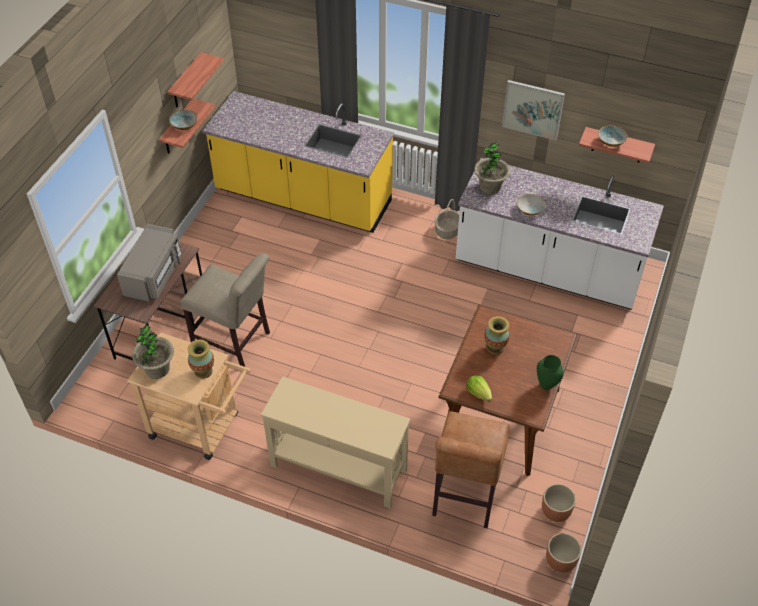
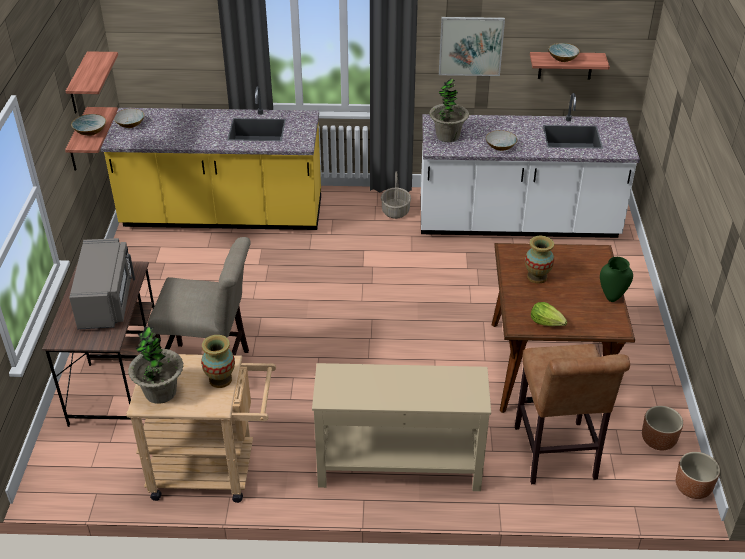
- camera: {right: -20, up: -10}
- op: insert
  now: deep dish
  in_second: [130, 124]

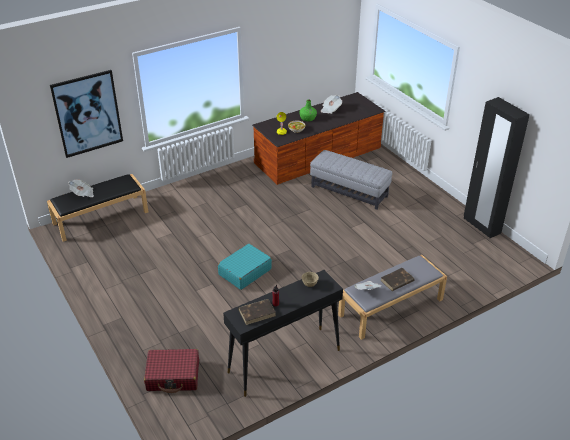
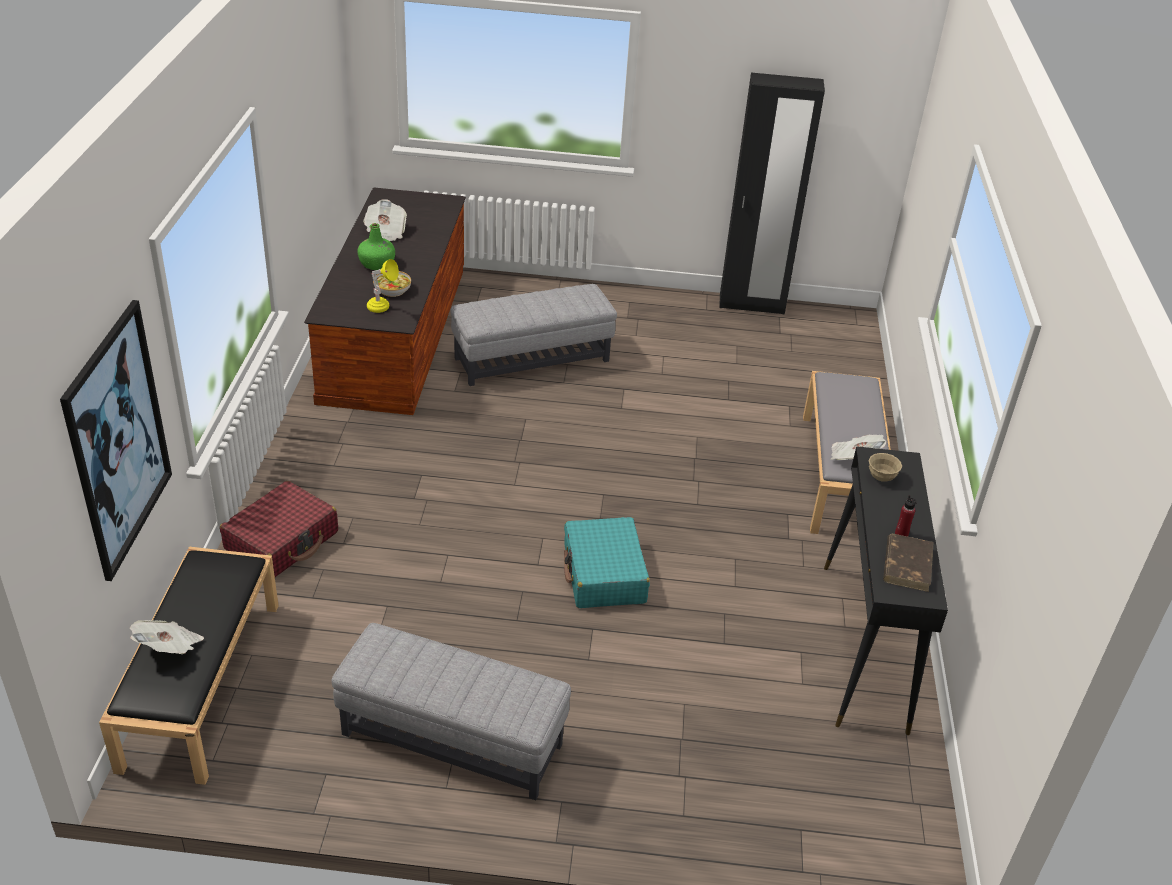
- camera: {right: -55, up: 0}
- op: move
  was: red suitcase
  in_first: [173, 376]
  in_second: [282, 541]
- op: delete
  was: brown-coloured book
  in_first: [397, 281]
- op: insert
  now: grey footrest
  in_second: [452, 739]

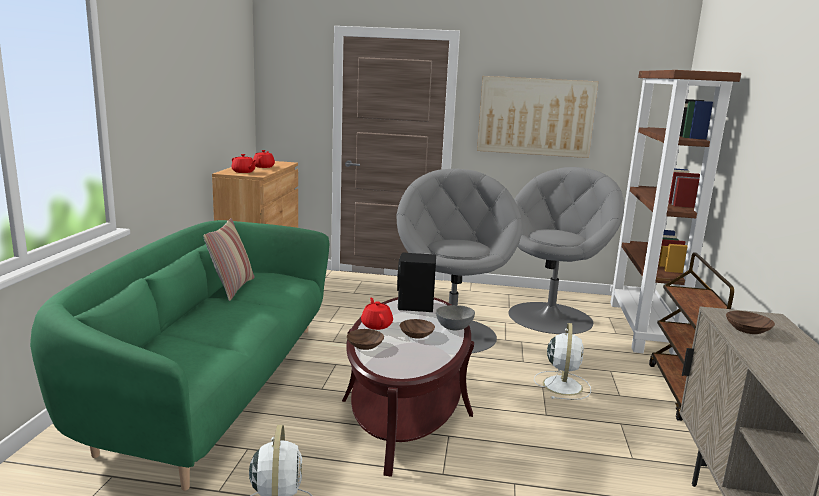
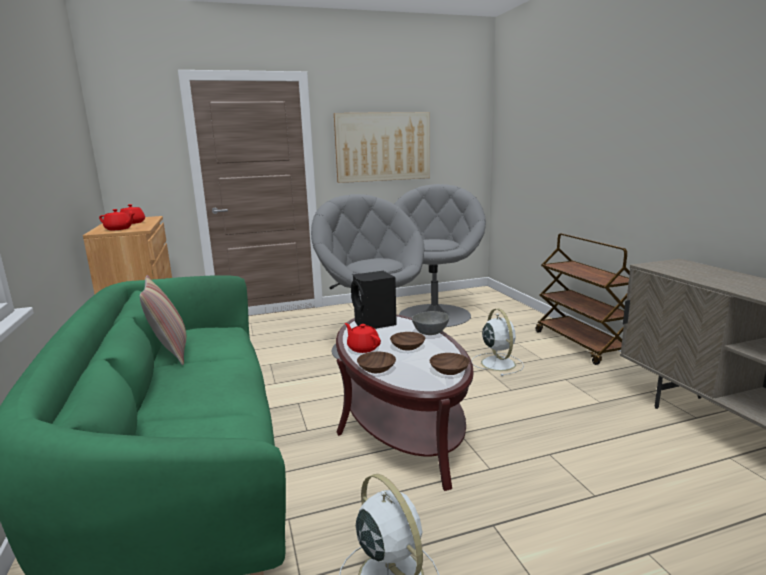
- camera: {right: -25, up: 0}
- op: delete
  was: brown-coloured bookshelf
  in_first: [644, 328]
- op: move
  was: brown-coloured deep dish
  in_first: [748, 329]
  in_second: [450, 370]

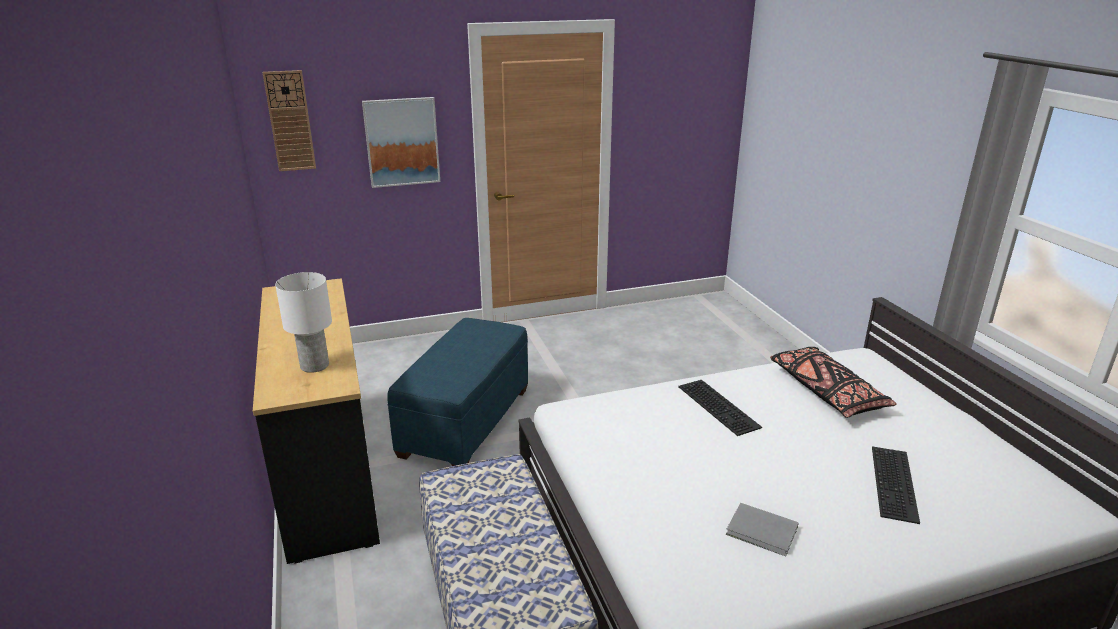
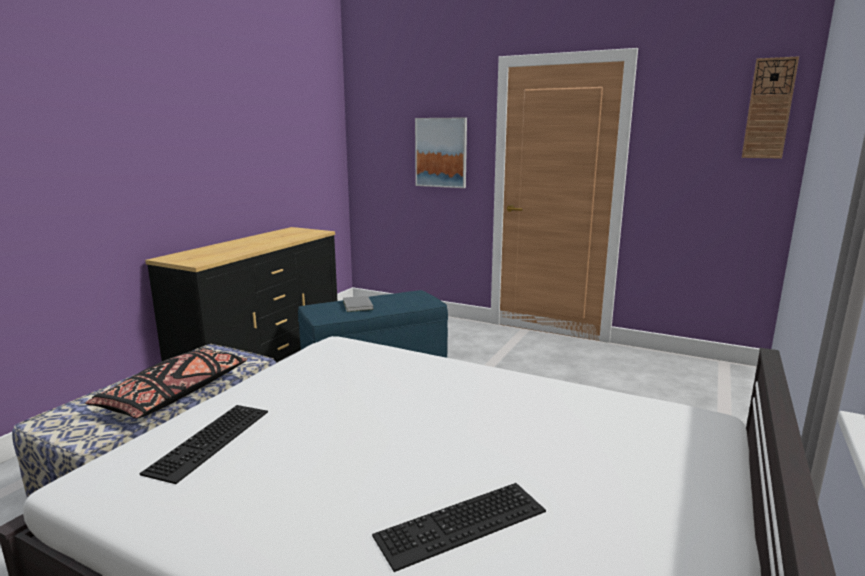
- camera: {right: 45, up: -10}
- op: move
  was: hanging clock
  in_first: [290, 121]
  in_second: [769, 109]
- op: delete
  was: white-coloured tabletop lamp
  in_first: [315, 365]
- op: move
  was: keyboard
  in_first: [720, 406]
  in_second: [211, 441]
- op: move
  was: grey book
  in_first: [763, 532]
  in_second: [357, 306]
- op: move
  was: blackish pillow
  in_first: [826, 392]
  in_second: [176, 395]

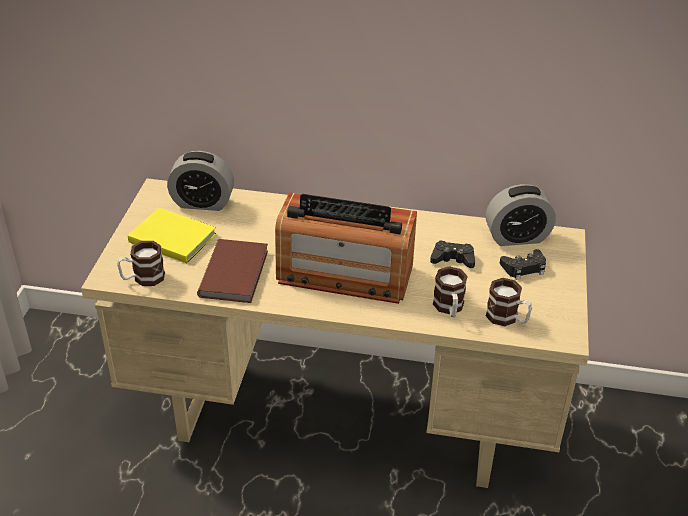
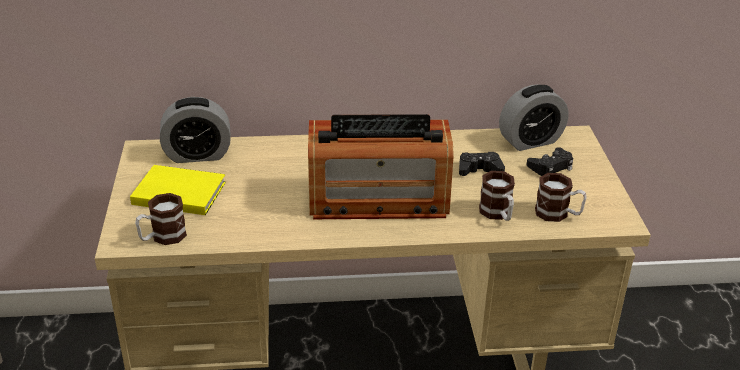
- camera: {right: -15, up: -5}
- op: delete
  was: brown-coloured book
  in_first: [236, 273]

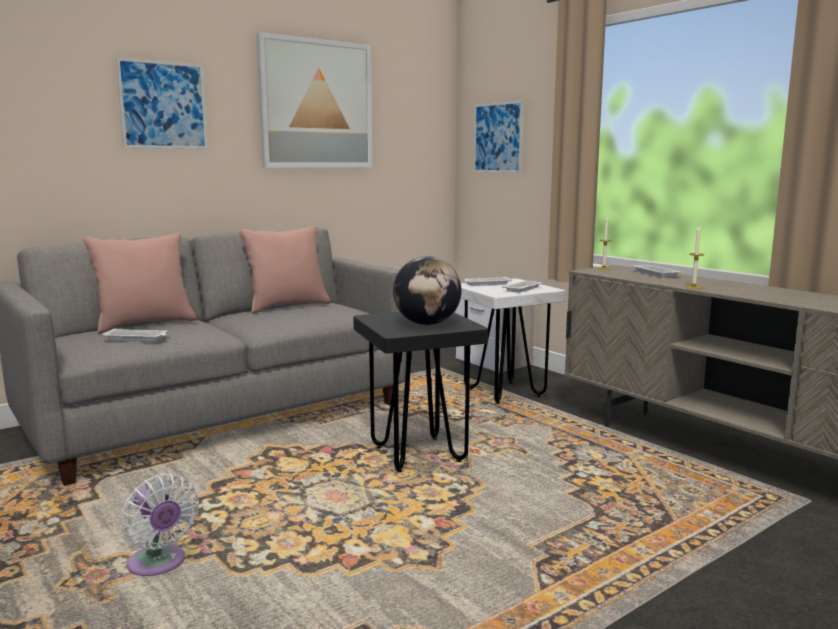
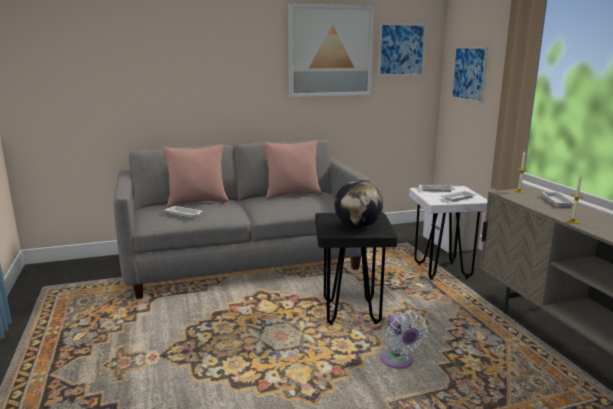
- camera: {right: 20, up: 5}
- op: move
  was: wall art
  in_first: [163, 105]
  in_second: [401, 49]
- op: move
  was: white-coloured fan
  in_first: [159, 565]
  in_second: [398, 362]

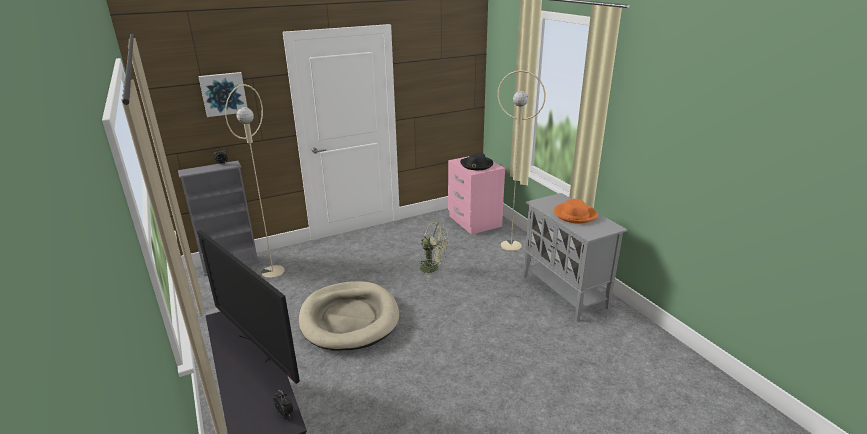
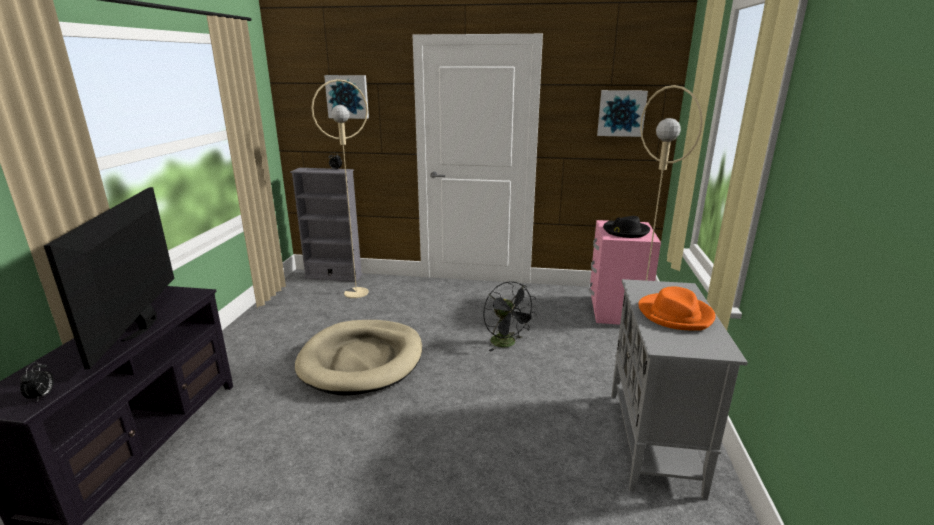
- camera: {right: 35, up: -5}
- op: recolor
  was: greenish fan
  now: blackish fan
  in_first: [433, 268]
  in_second: [507, 344]
- op: insert
  now: wall art
  in_second: [621, 113]

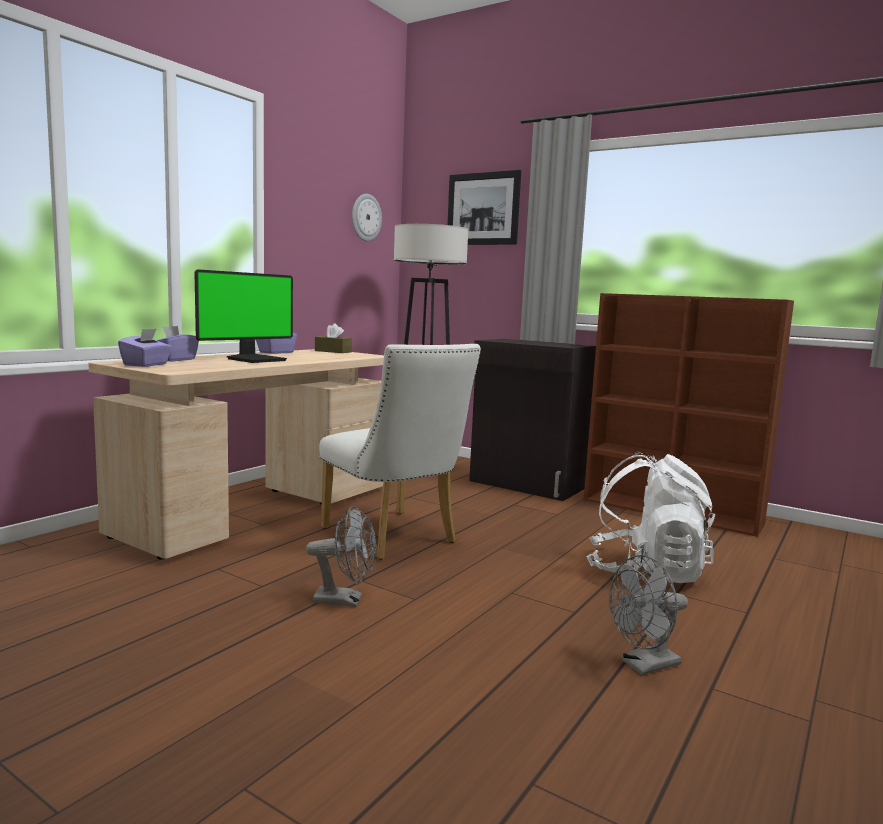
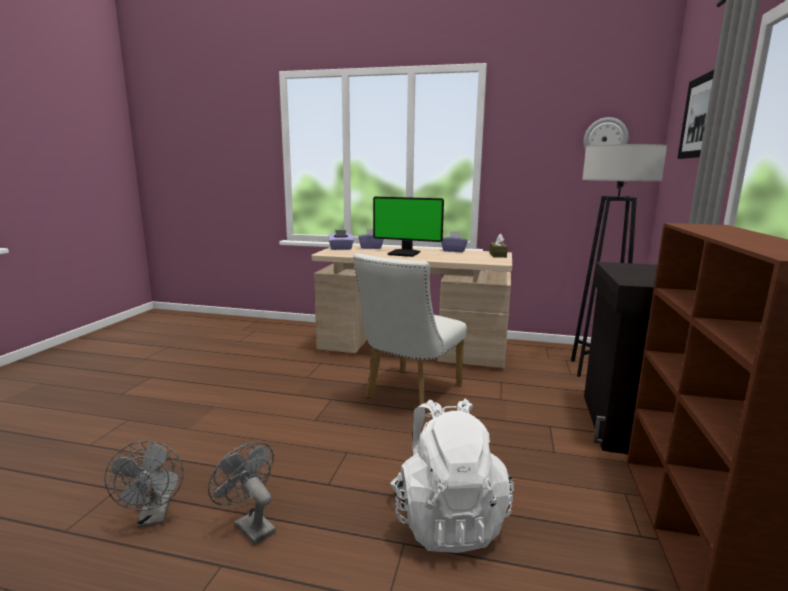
- camera: {right: 70, up: 5}
- op: move
  was: grey fan
  in_first: [345, 600]
  in_second: [154, 517]

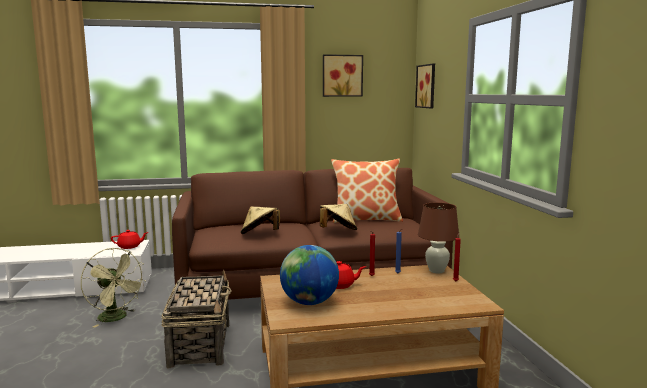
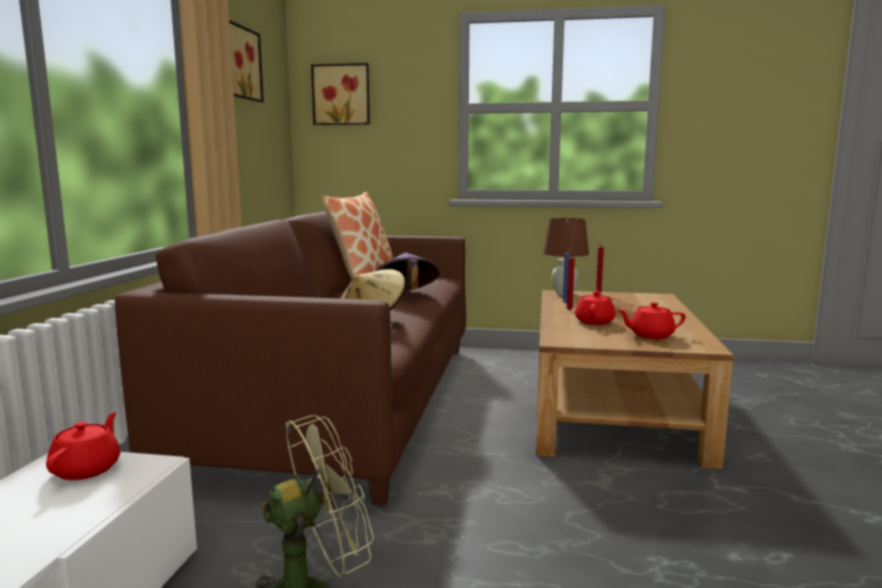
- camera: {right: -70, up: 0}
- op: delete
  was: household basket
  in_first: [200, 344]
- op: replace
  was: globe
  now: red pot for tea
  in_first: [309, 302]
  in_second: [650, 335]
- op: recolor
  was: sand-coloured hat
  now: purplish hat
  in_first: [338, 231]
  in_second: [407, 294]

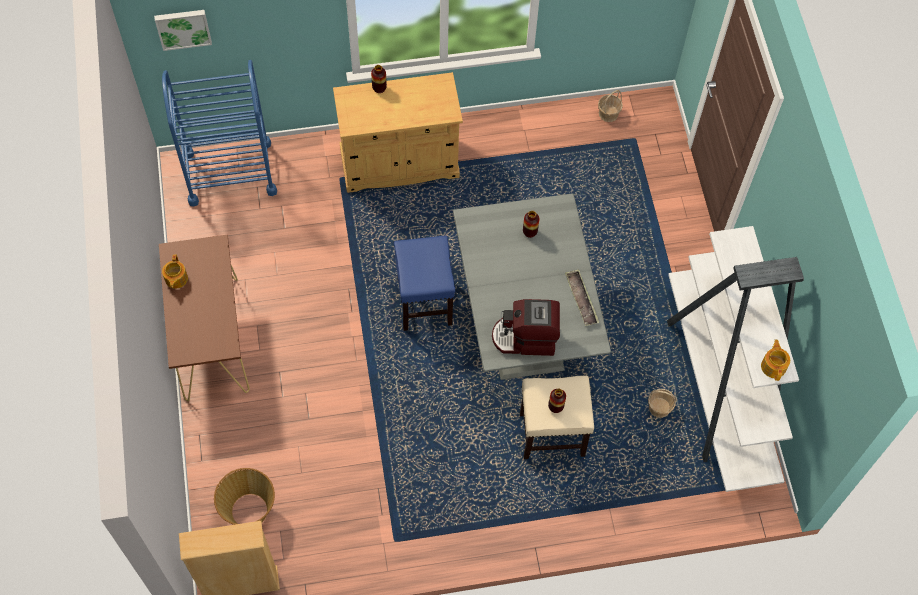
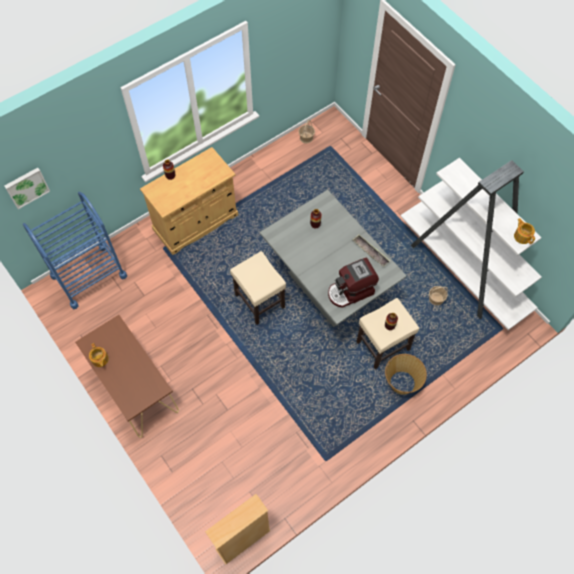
- camera: {right: -25, up: 0}
- op: move
  was: household basket
  in_first: [249, 510]
  in_second: [401, 383]
- op: recolor
  was: bluish sitting stool
  now: sand-coloured sitting stool
  in_first: [424, 301]
  in_second: [259, 300]

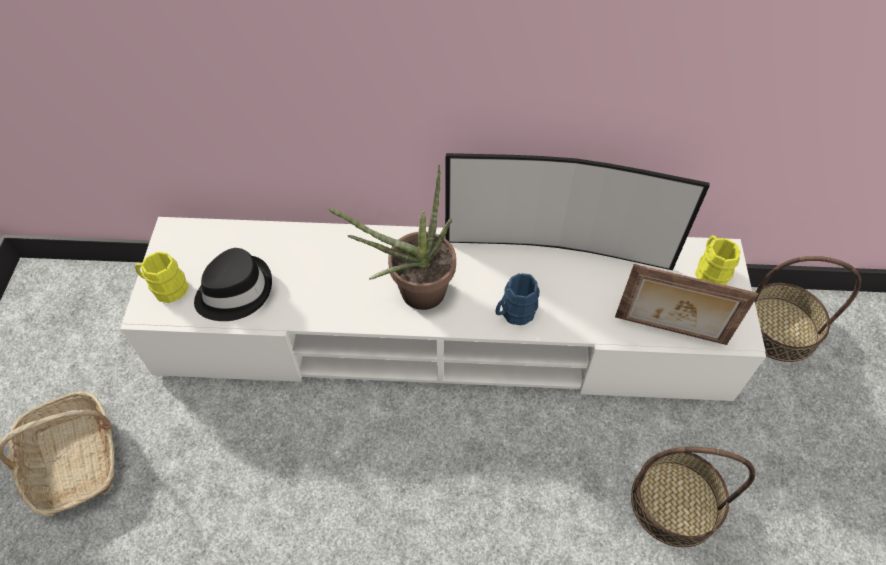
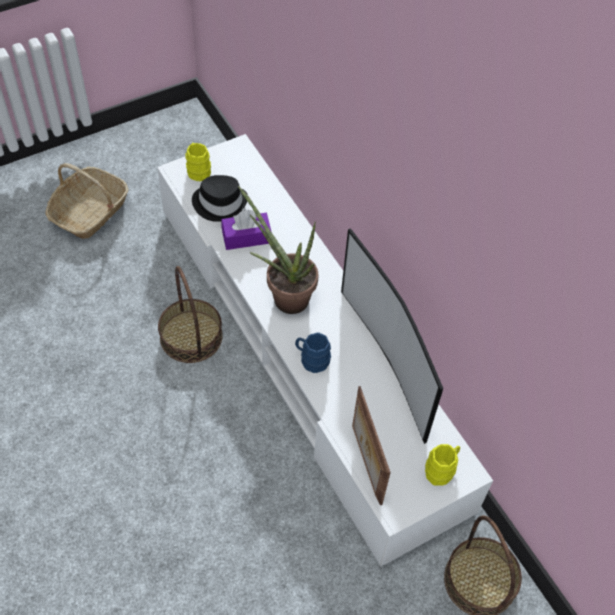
- camera: {right: 55, up: 0}
- op: move
  was: household basket
  in_first: [675, 502]
  in_second: [191, 336]
- op: insert
  now: purplish box of tissues
  in_second: [246, 237]

